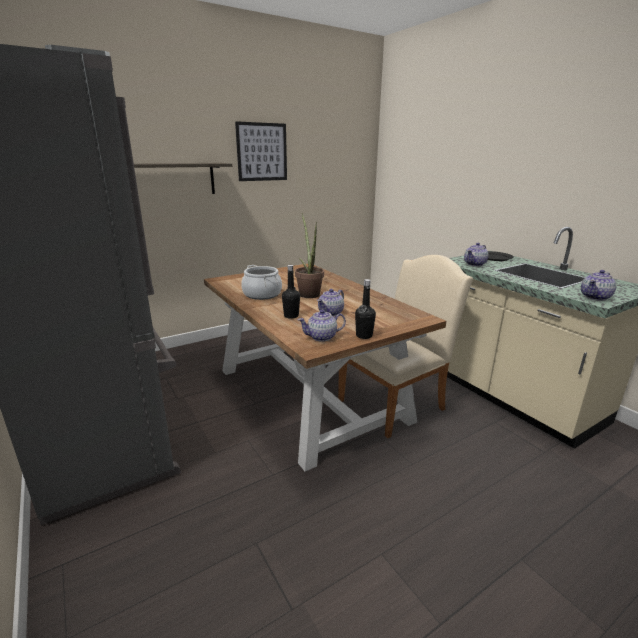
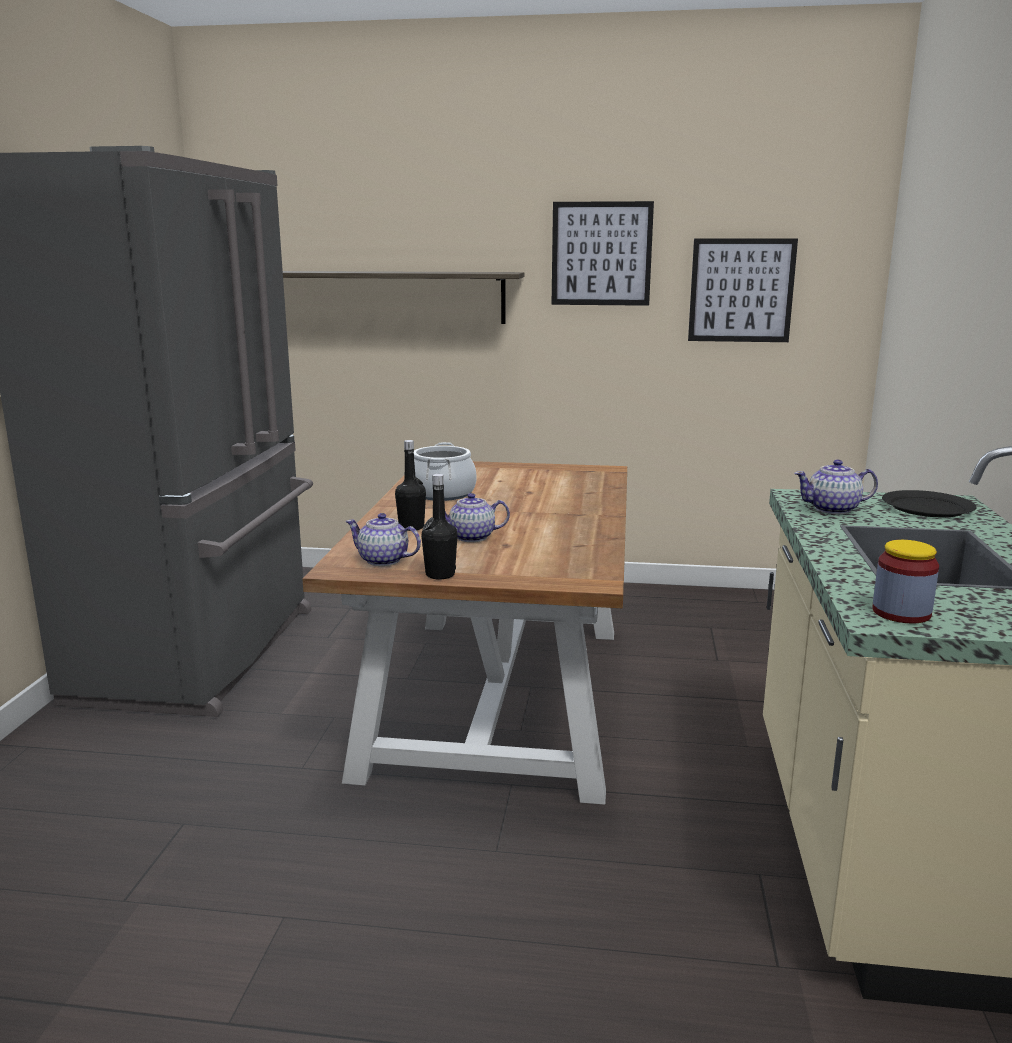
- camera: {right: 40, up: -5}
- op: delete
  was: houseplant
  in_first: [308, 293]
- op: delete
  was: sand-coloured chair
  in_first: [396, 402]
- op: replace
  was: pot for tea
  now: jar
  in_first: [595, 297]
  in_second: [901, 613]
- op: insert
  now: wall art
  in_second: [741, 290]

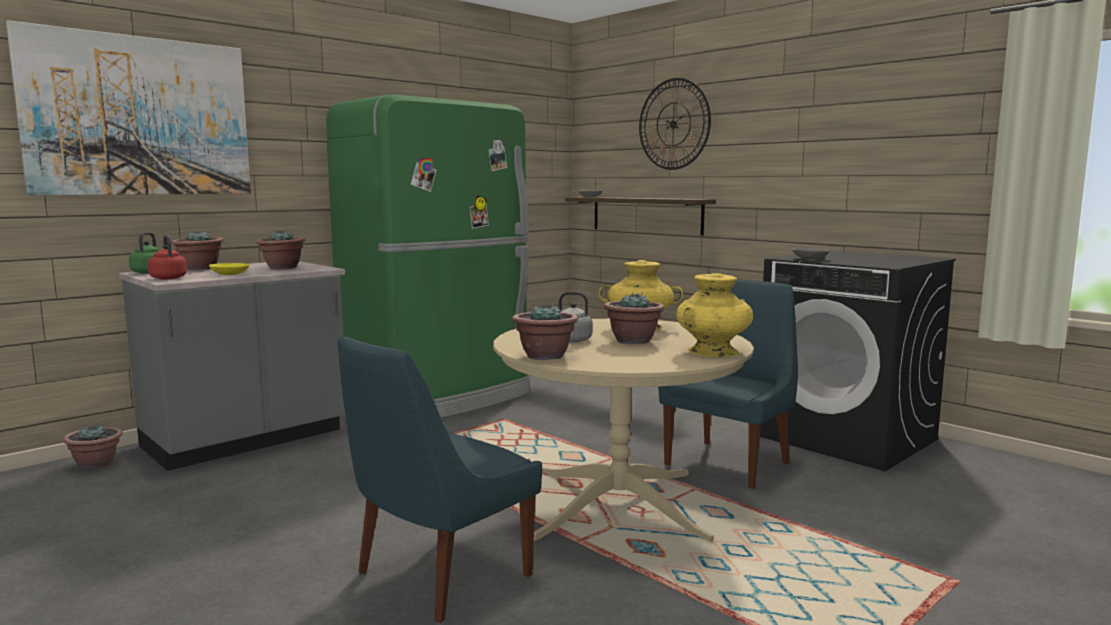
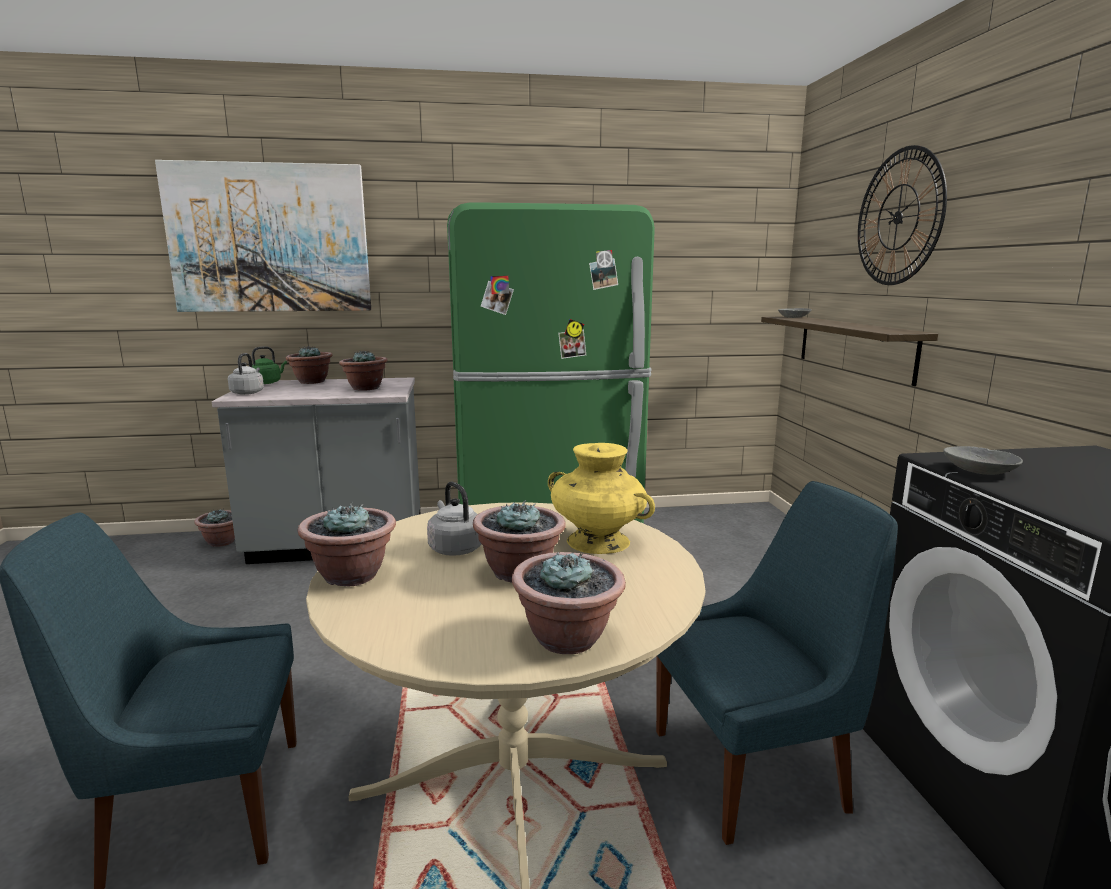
- camera: {right: 35, up: 5}
- op: recolor
  was: red water kettle
  now: grey water kettle
  in_first: [168, 278]
  in_second: [248, 392]
- op: delete
  was: yellow-coloured deep dish
  in_first: [230, 274]
- op: replace
  was: yellow-coloured flower vase
  now: houseplant
  in_first: [713, 351]
  in_second: [568, 638]

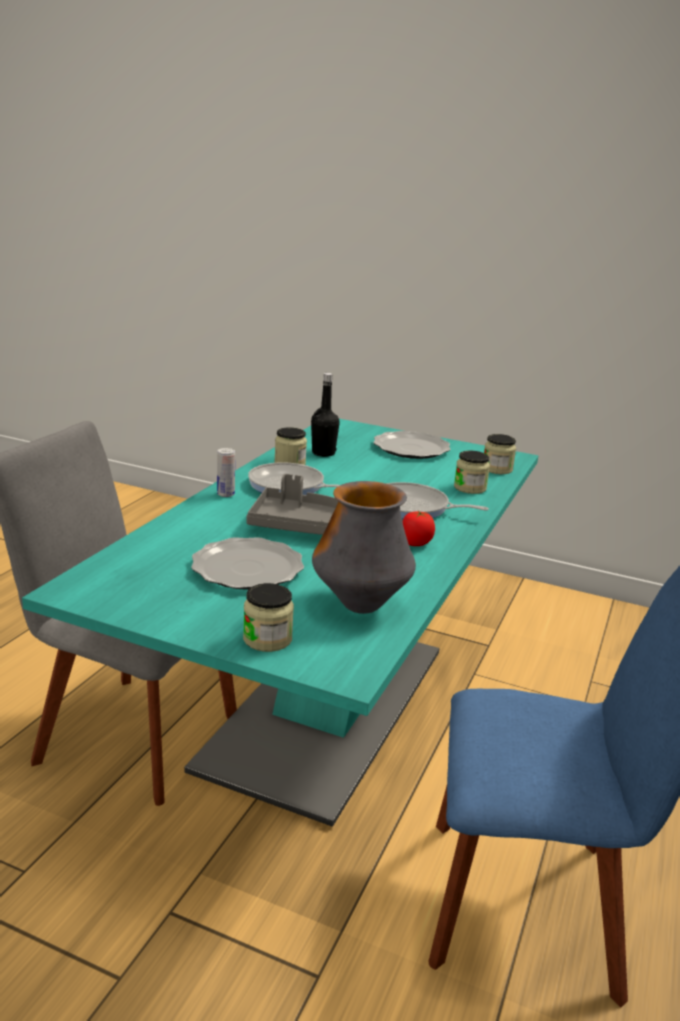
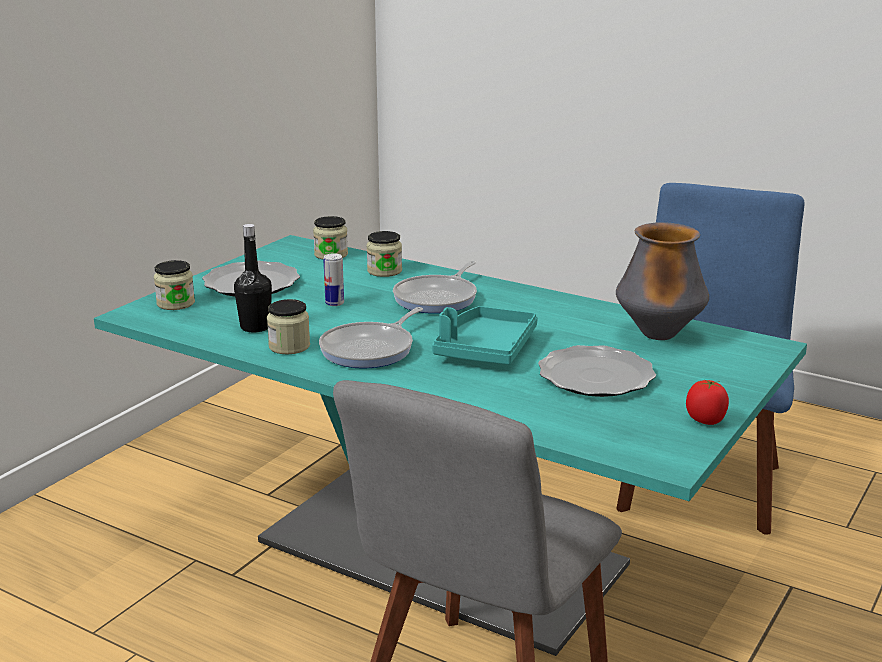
- camera: {right: -80, up: 0}
- op: move
  was: metal can
  in_first: [226, 494]
  in_second: [334, 303]
- op: move
  was: jar
  in_first: [267, 639]
  in_second: [175, 303]
- op: recolor
  was: grey serving tray
  now: turquoise serving tray
  in_first: [299, 525]
  in_second: [485, 349]
- op: move
  was: fresh tomato
  in_first: [415, 543]
  in_second: [706, 420]

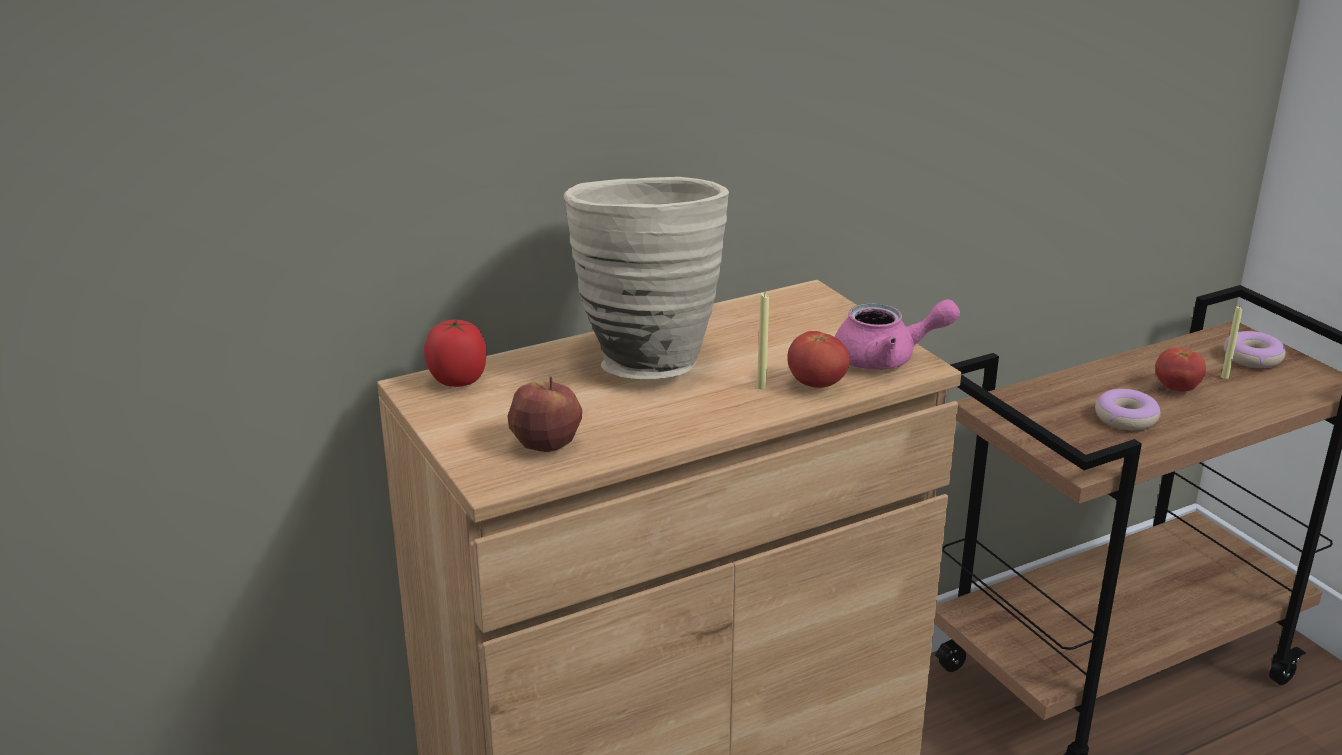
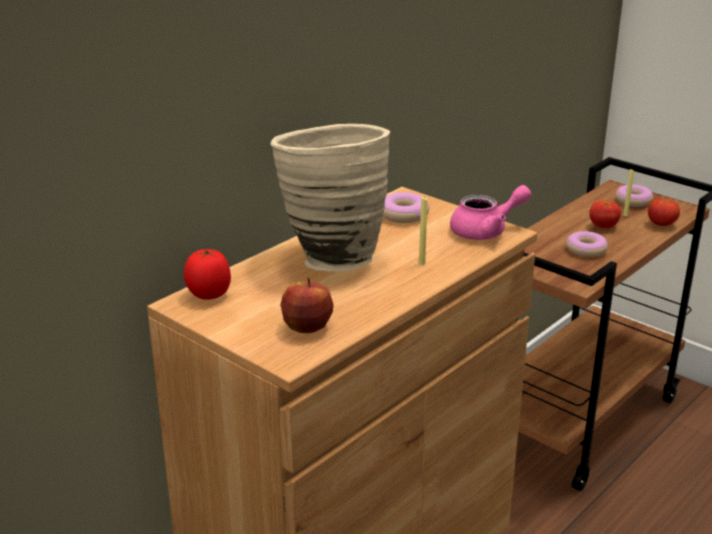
- camera: {right: -20, up: 0}
- op: move
  was: fresh tomato
  in_first: [816, 385]
  in_second: [661, 224]
- op: insert
  now: ring doughnut
  in_second: [404, 215]

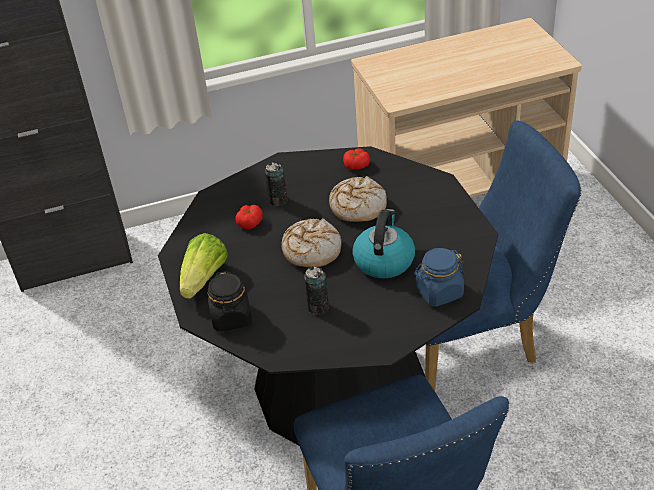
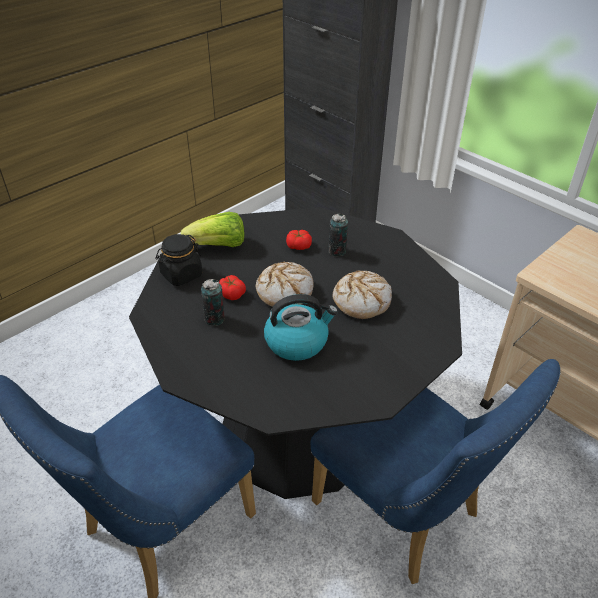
- camera: {right: 60, up: 0}
- op: move
  was: fresh tomato
  in_first: [356, 165]
  in_second: [231, 294]
- op: delete
  was: bluish jar
  in_first: [439, 292]

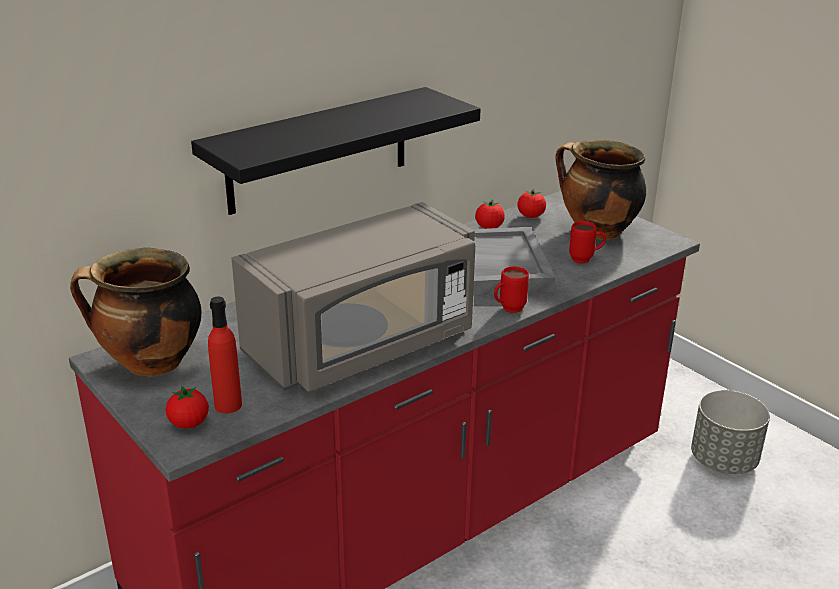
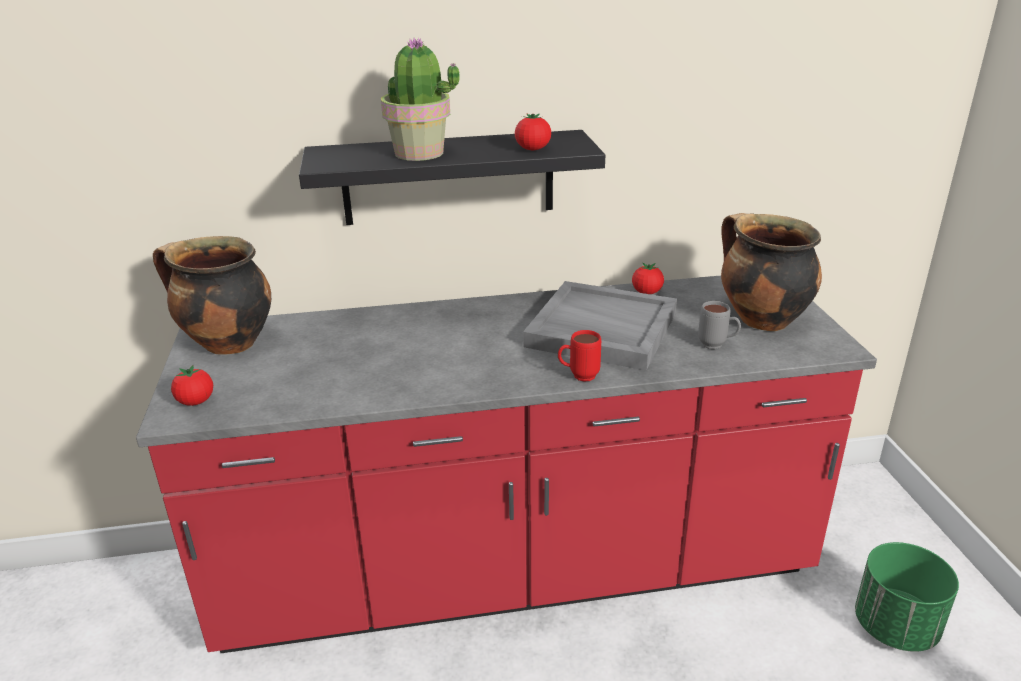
- camera: {right: 30, up: 0}
- op: delete
  was: red bottle
  in_first: [228, 405]
- op: delete
  was: grey kitchen microwave
  in_first: [363, 345]
- op: move
  was: fresh tomato
  in_first: [530, 216]
  in_second: [533, 149]
- op: recolor
  was: red coffee mug
  now: grey coffee mug
  in_first: [586, 259]
  in_second: [717, 346]
- op: recolor
  was: grey planter
  now: greenish planter
  in_first: [723, 461]
  in_second: [895, 628]
- op: insert
  now: houseplant
  in_second: [419, 154]

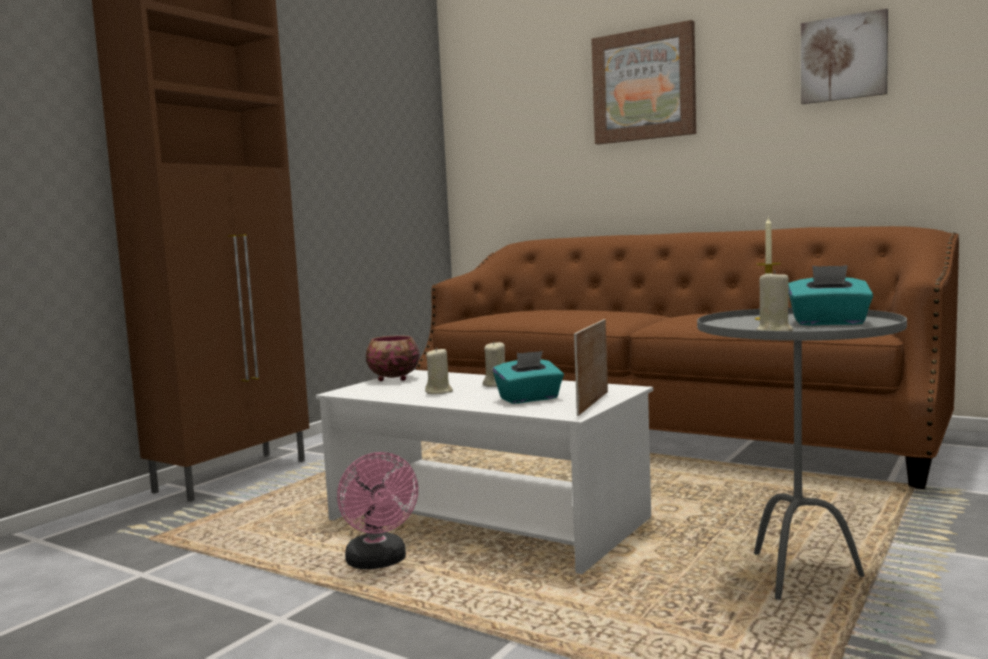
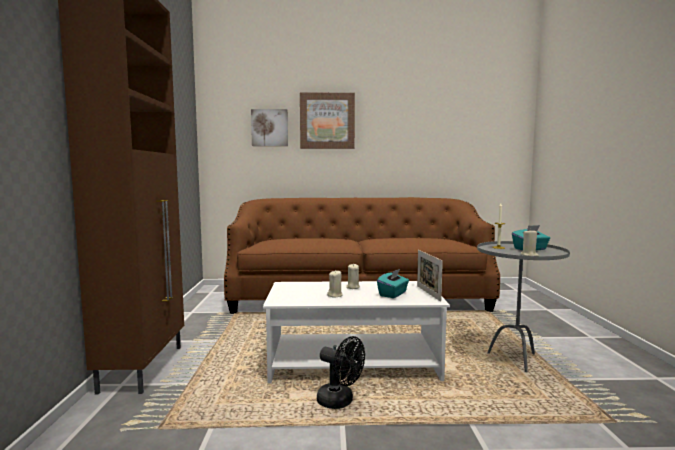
- camera: {right: -35, up: 0}
- op: recolor
  was: pink-coloured fan
  now: blackish fan
  in_first: [379, 563]
  in_second: [340, 402]
- op: delete
  was: deep dish
  in_first: [393, 379]
- op: move
  was: wall art
  in_first: [843, 58]
  in_second: [269, 128]

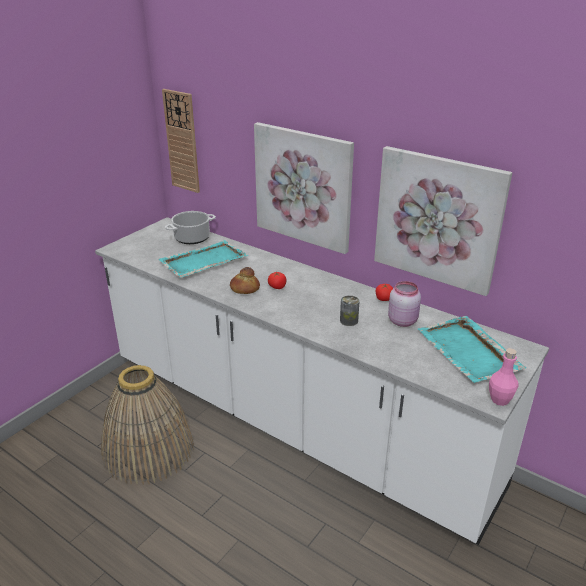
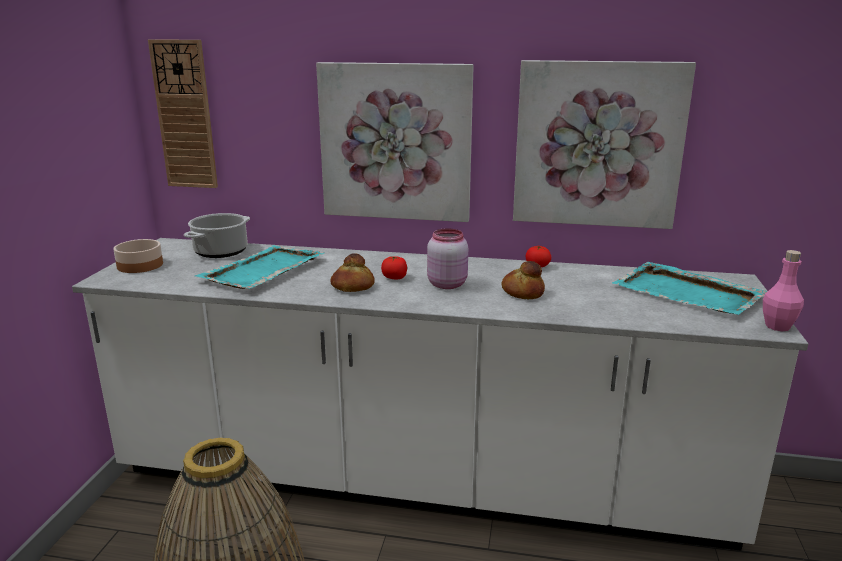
- camera: {right: -25, up: -10}
- op: replace
  was: metal can
  now: bakery bread
  in_first: [349, 320]
  in_second: [523, 292]
- op: move
  was: pink-coloured jar
  in_first: [403, 321]
  in_second: [447, 284]
- op: insert
  now: deep dish
  in_second: [139, 265]

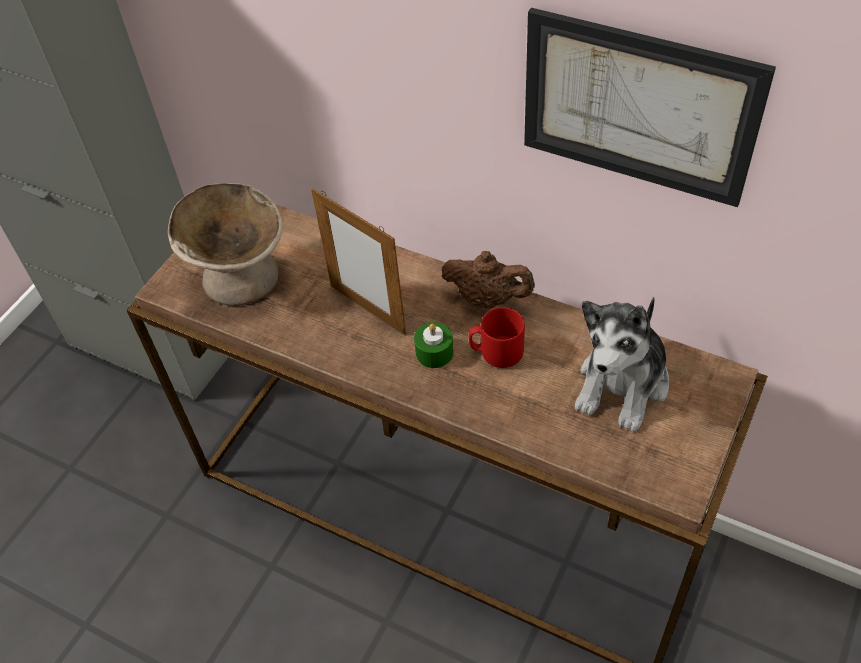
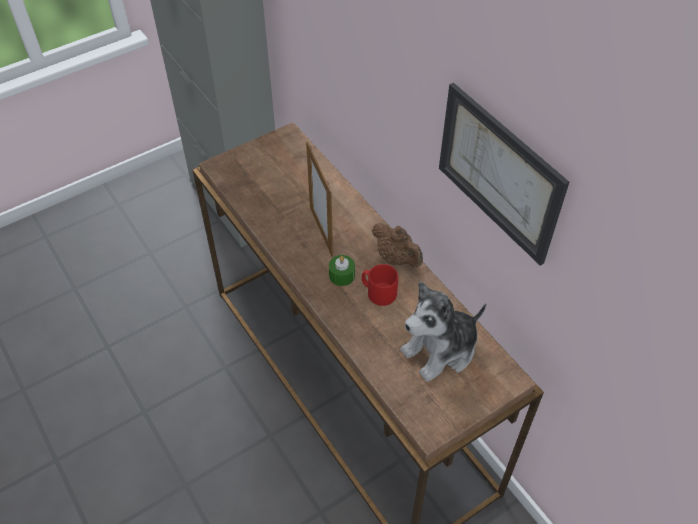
- camera: {right: 25, up: 0}
- op: delete
  was: sand-coloured deep dish
  in_first: [240, 277]

